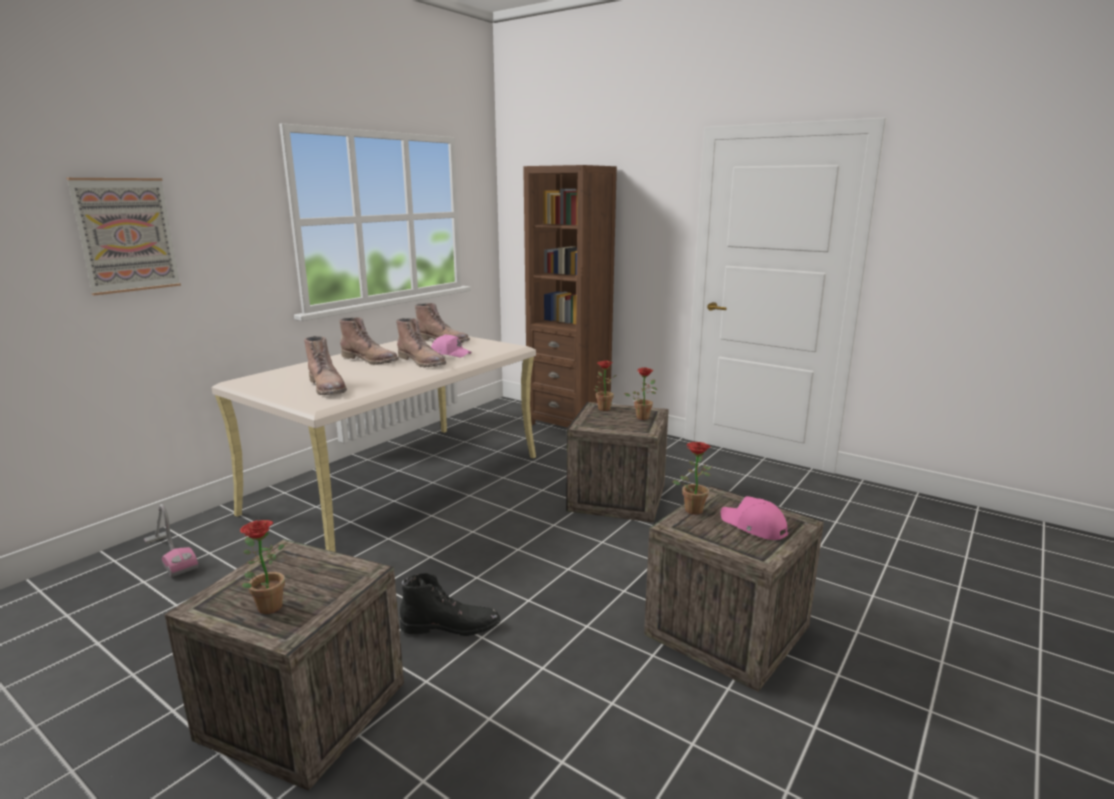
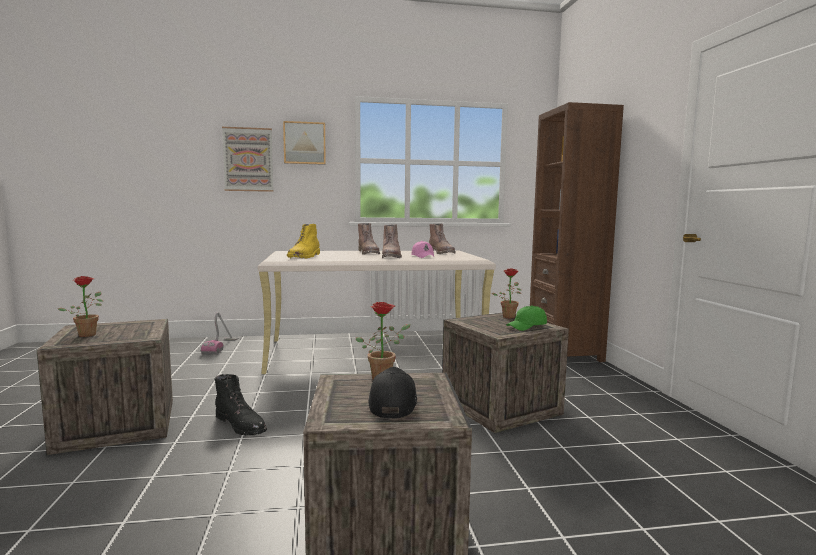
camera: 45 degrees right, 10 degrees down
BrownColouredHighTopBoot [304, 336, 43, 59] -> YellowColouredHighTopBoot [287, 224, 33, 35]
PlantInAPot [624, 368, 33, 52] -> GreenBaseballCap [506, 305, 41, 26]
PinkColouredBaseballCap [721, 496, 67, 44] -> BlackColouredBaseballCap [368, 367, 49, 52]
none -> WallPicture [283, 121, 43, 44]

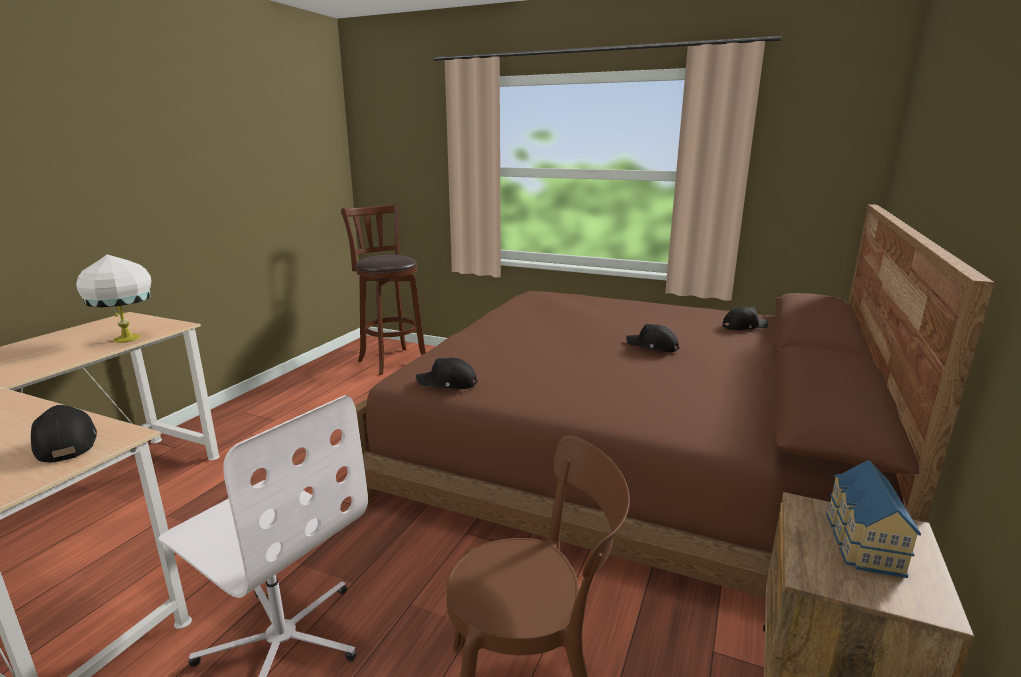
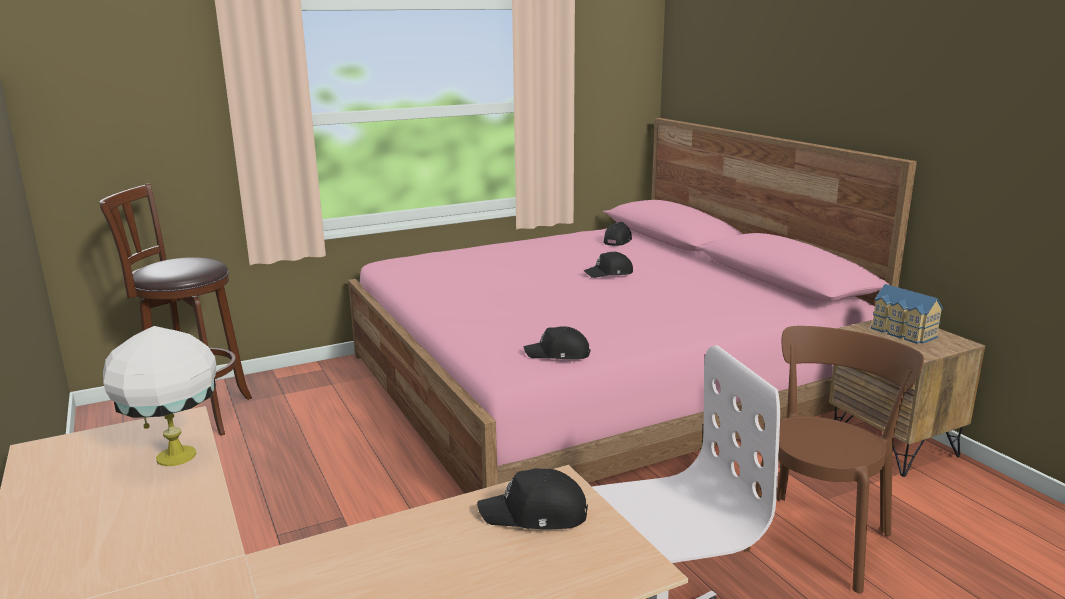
camera: 50 degrees left, 0 degrees up
BrownColouredBed [355, 204, 639, 394] -> PinkColouredBed [348, 118, 569, 376]
BlackColouredBaseballCap [416, 358, 62, 31] -> BlackColouredBaseballCap [524, 326, 66, 33], 45 degrees clockwise

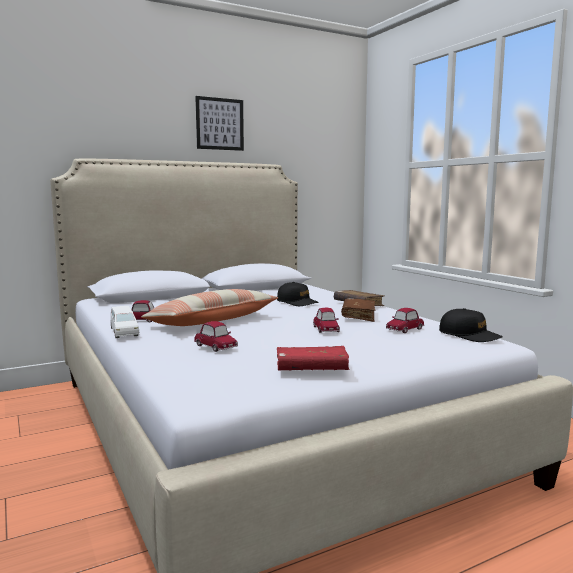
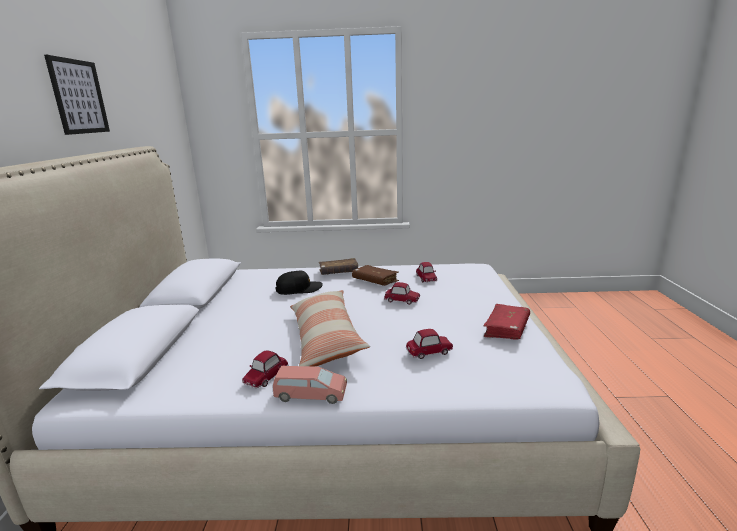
camera: 60 degrees left, 10 degrees up
WhiteColouredMiniatureCar [111, 306, 28, 32] -> PinkColouredMiniatureCar [273, 366, 74, 38]
BlackColouredBaseballCap [439, 308, 64, 34] -> none

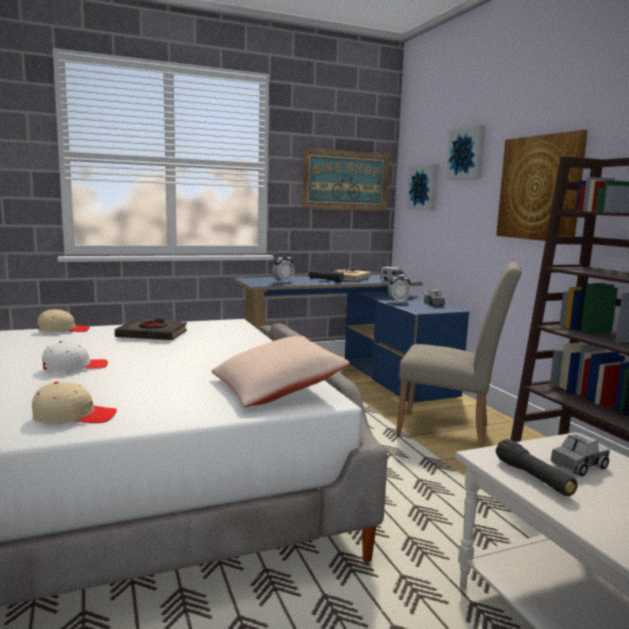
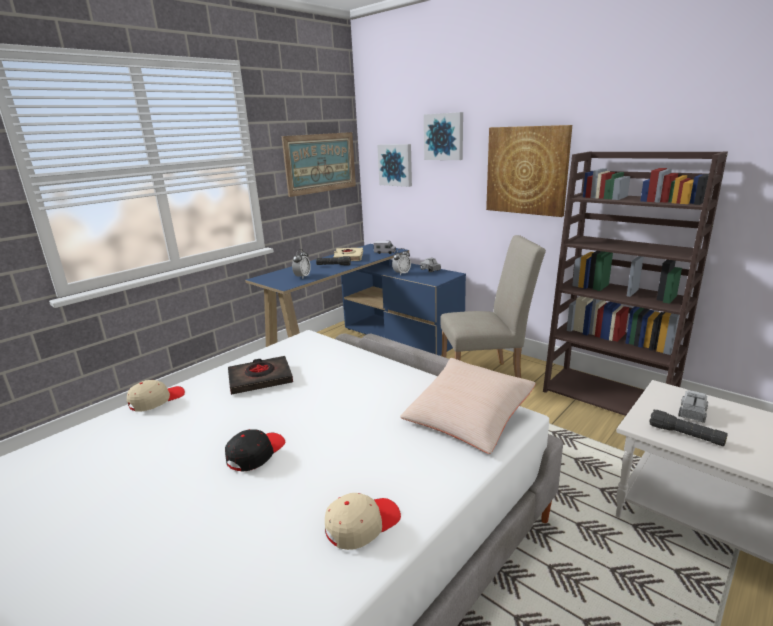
camera: 25 degrees left, 10 degrees up
WhiteColouredBaseballCap [42, 341, 66, 31] -> BlackColouredBaseballCap [225, 429, 60, 43]

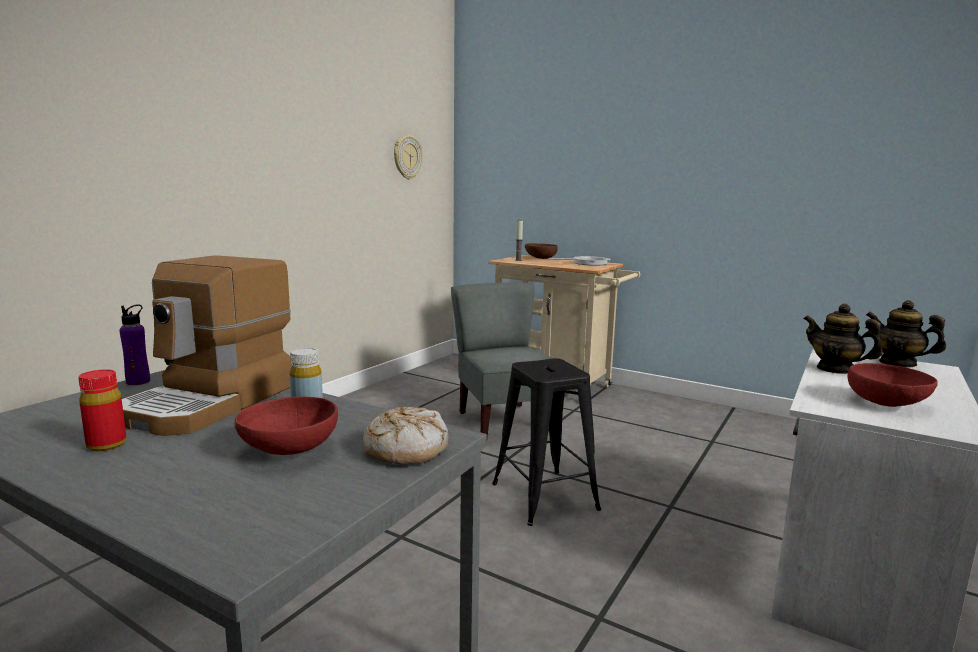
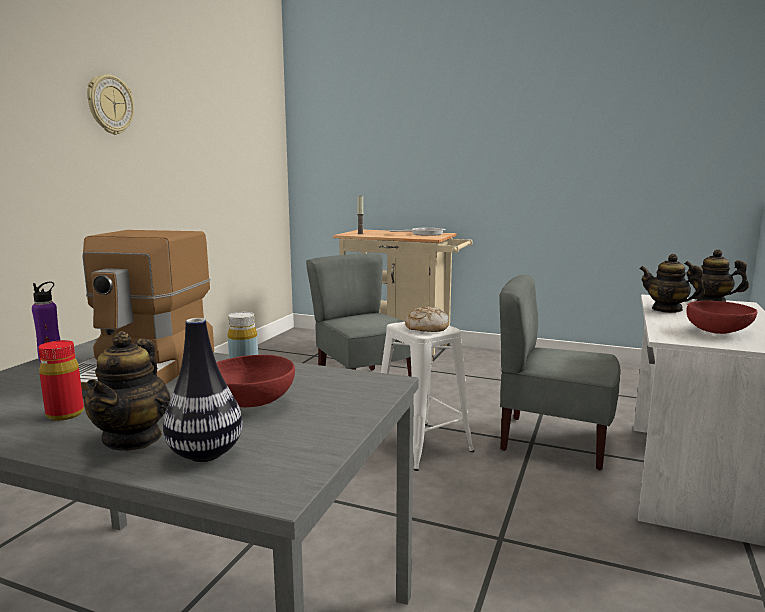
camera: 10 degrees left, 0 degrees up
BakedBread [363, 407, 86, 58] -> BakedBread [405, 307, 44, 25], relocated
WallClock [394, 135, 29, 45] -> WallClock [87, 74, 47, 61], relocated
BlackColouredStoolSeat [492, 358, 109, 168] -> WhiteColouredStoolSeat [381, 322, 93, 149]
BrownColouredDeepDish [525, 243, 33, 16] -> none
none -> Teapot [84, 331, 86, 120]
none -> FlowerVase [163, 318, 80, 144]
none -> GreyishUprightChair [500, 275, 121, 195]

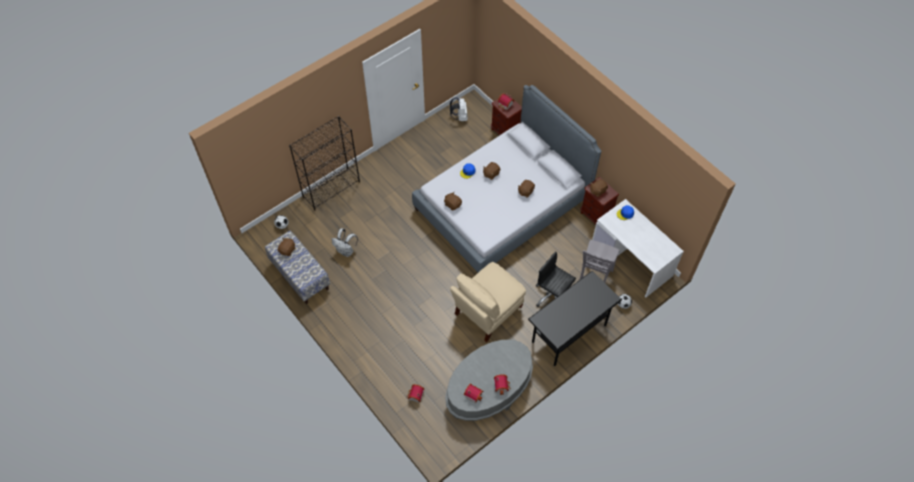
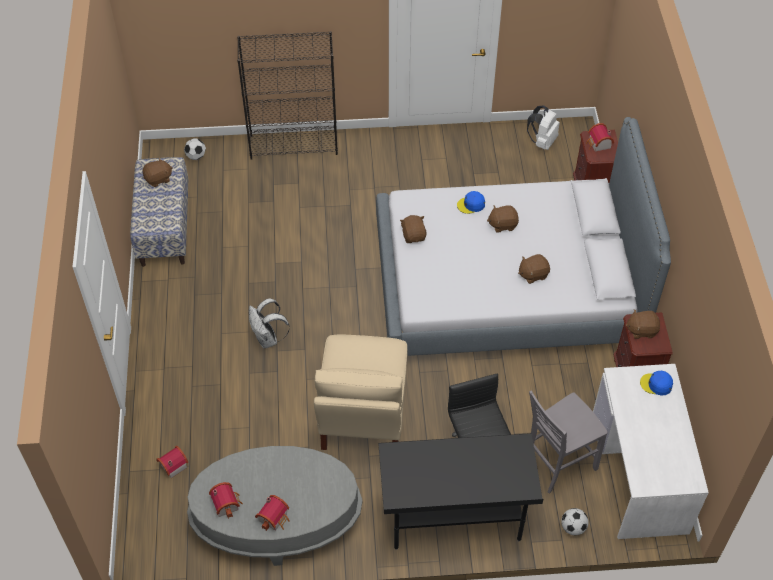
camera: 35 degrees right, 5 degrees down
WhiteColouredBackpack [332, 228, 26, 29] -> WhiteColouredBackpack [249, 298, 41, 50], relocated
BeigeColouredUprightChair [450, 262, 76, 80] -> BeigeColouredUprightChair [314, 335, 93, 115], 75 degrees counterclockwise

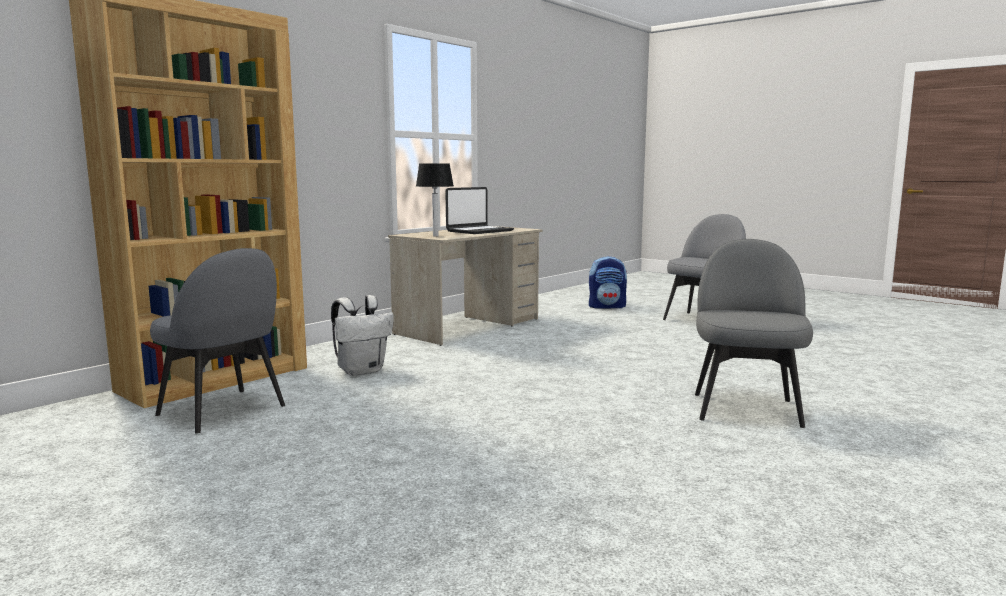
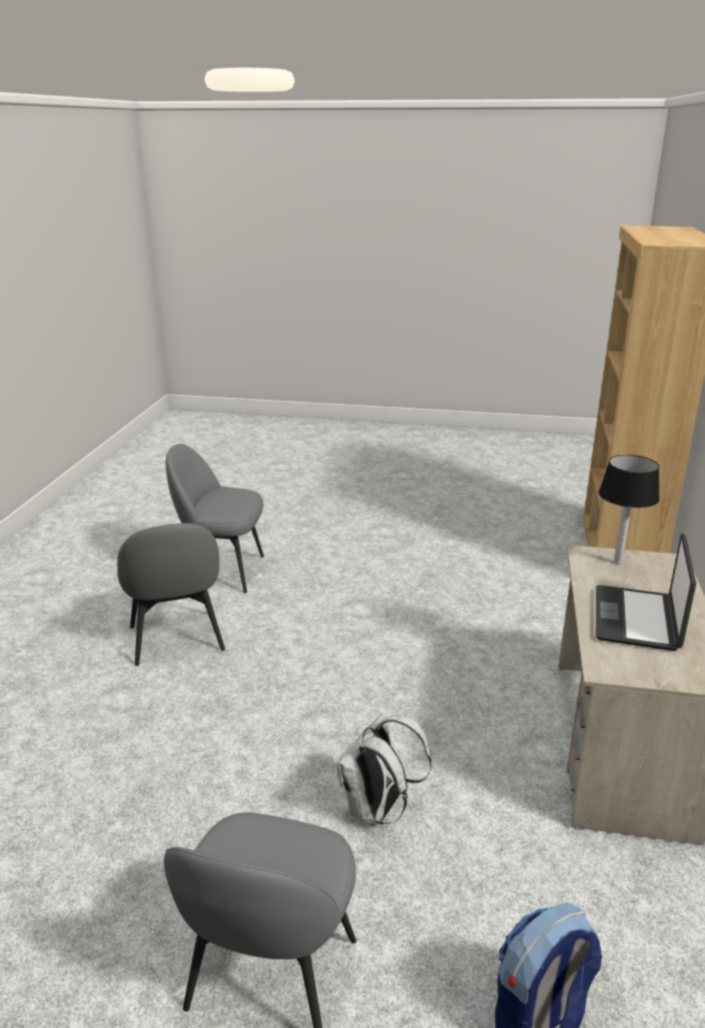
camera: 150 degrees right, 15 degrees up
GreyishUprightChair [150, 248, 135, 186] -> GreyishUprightChair [166, 444, 98, 149], relocated
WhiteColouredBackpack [331, 295, 63, 81] -> WhiteColouredBackpack [337, 713, 94, 113], relocated

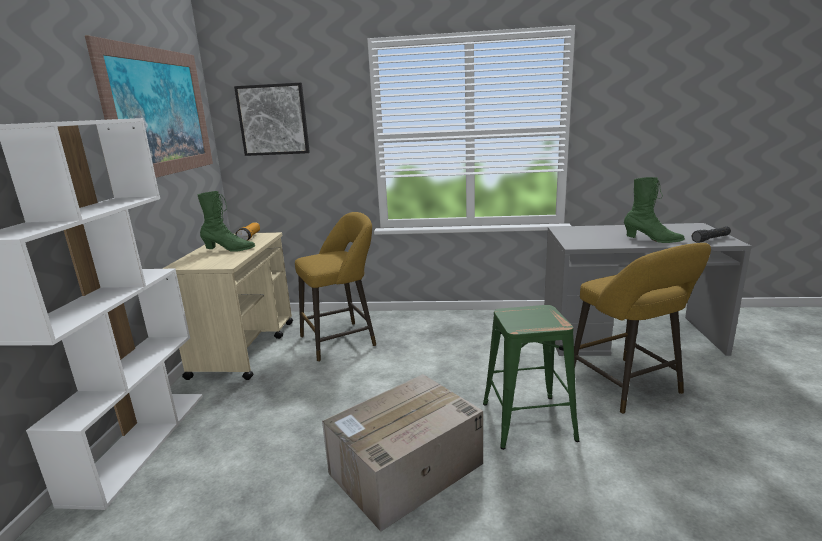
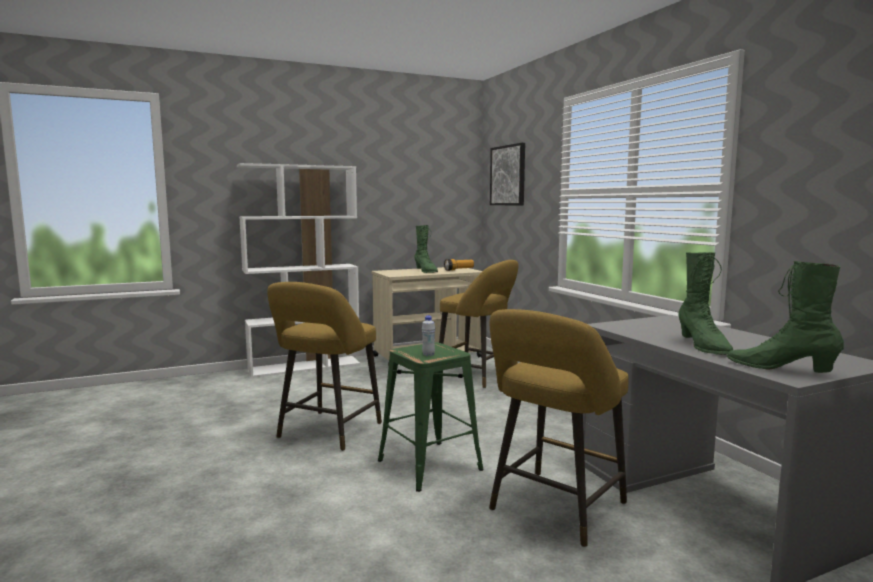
camera: 60 degrees right, 10 degrees down
WallPicture [85, 35, 128, 143] -> none
Carton [322, 374, 161, 158] -> YellowColouredStoolSeat [267, 282, 115, 169]
BlackColouredTorch [691, 226, 40, 17] -> GreenHighTopBoot [727, 261, 117, 112]
none -> WhiteColouredBottle [422, 315, 13, 41]

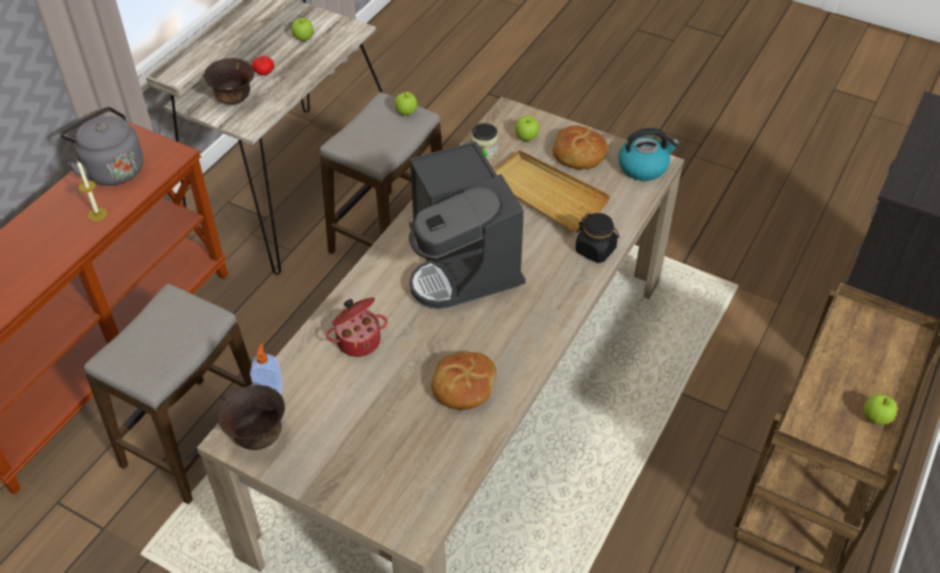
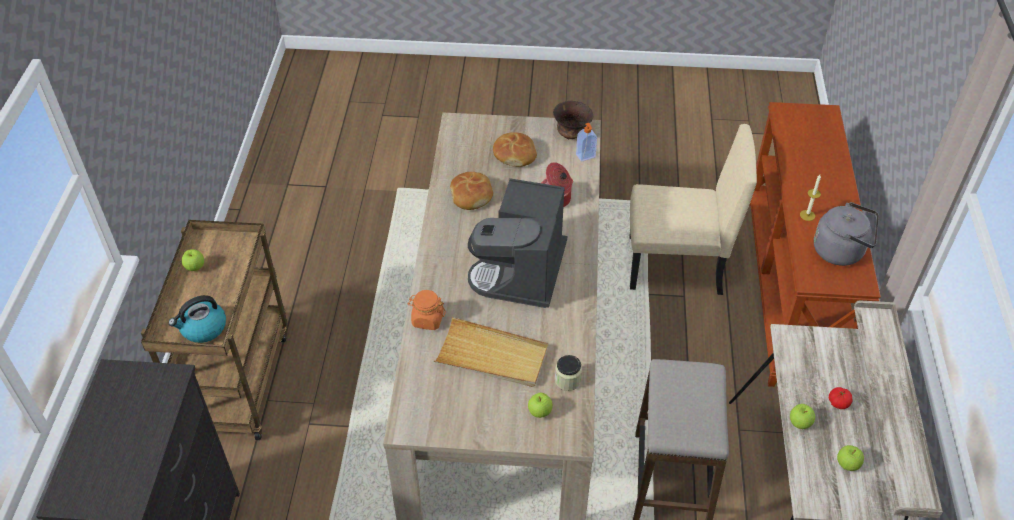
camera: 155 degrees right, 0 degrees up
StoolSeat [84, 284, 168, 220] -> BeigeColouredUprightChair [630, 124, 127, 171]
BrownColouredDeepDish [204, 58, 50, 46] -> none
Apple [394, 92, 23, 23] -> Apple [790, 404, 25, 25], relocated
CoffeeMaker [409, 141, 116, 168] -> CoffeeMaker [468, 178, 99, 130], 120 degrees counterclockwise
BakedBread [552, 125, 56, 44] -> BakedBread [493, 132, 44, 35], relocated
BlackColouredPreserveJar [575, 213, 45, 50] -> OrangePreserveJar [408, 290, 38, 40]
TeaKettle [618, 128, 61, 53] -> TeaKettle [169, 295, 57, 48], relocated

